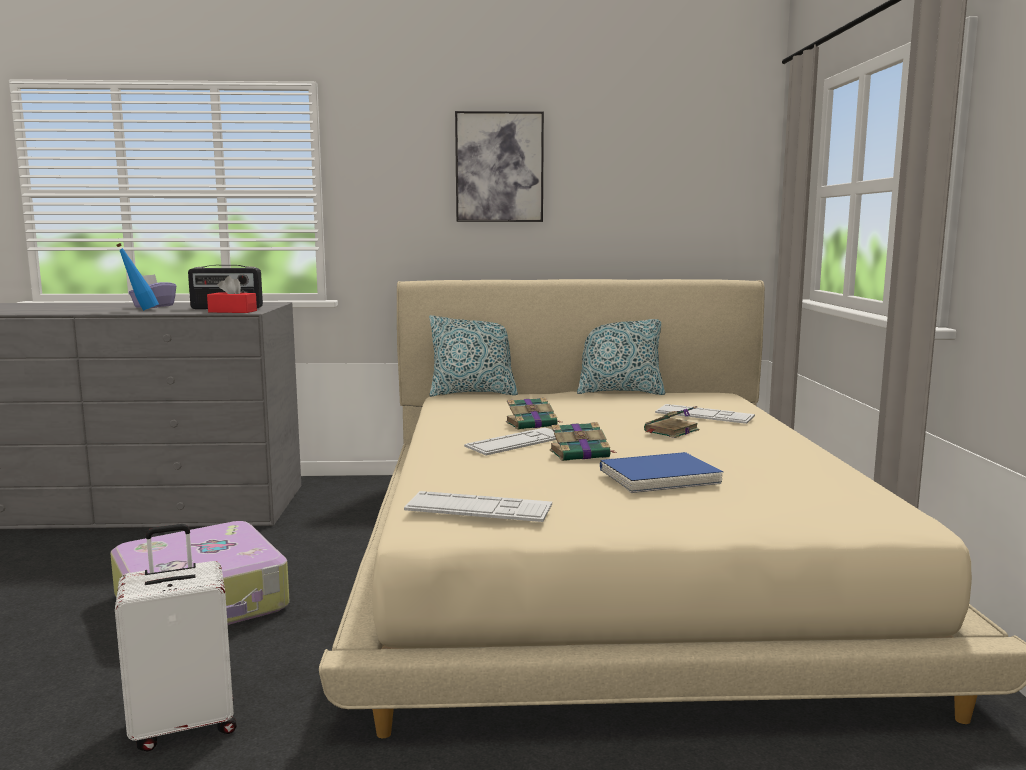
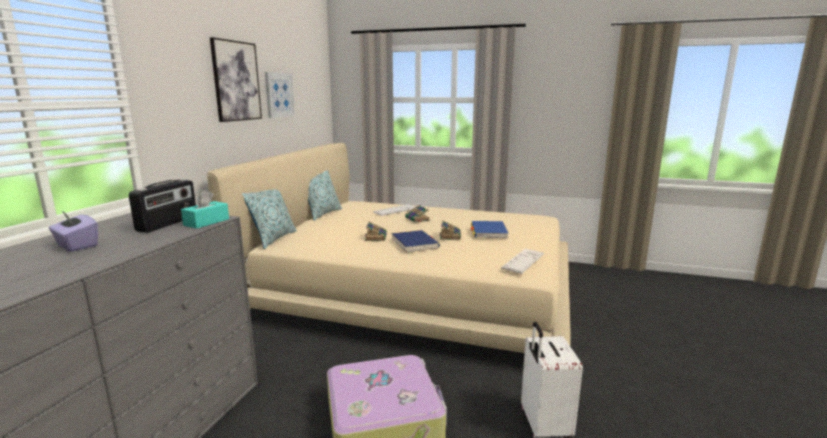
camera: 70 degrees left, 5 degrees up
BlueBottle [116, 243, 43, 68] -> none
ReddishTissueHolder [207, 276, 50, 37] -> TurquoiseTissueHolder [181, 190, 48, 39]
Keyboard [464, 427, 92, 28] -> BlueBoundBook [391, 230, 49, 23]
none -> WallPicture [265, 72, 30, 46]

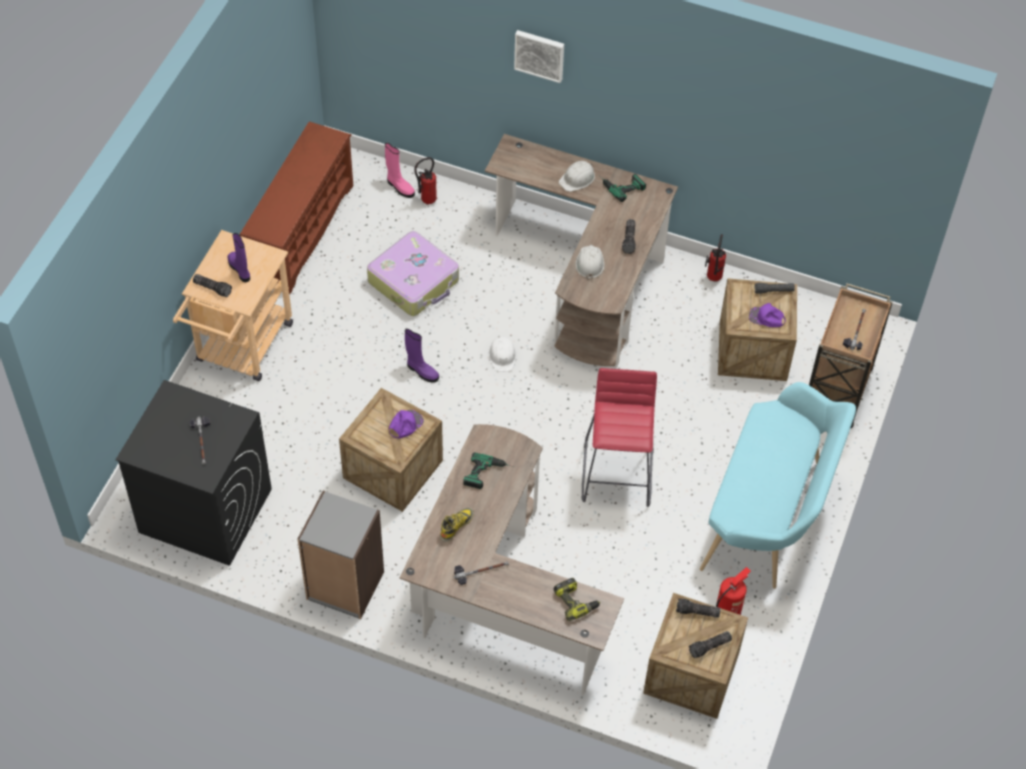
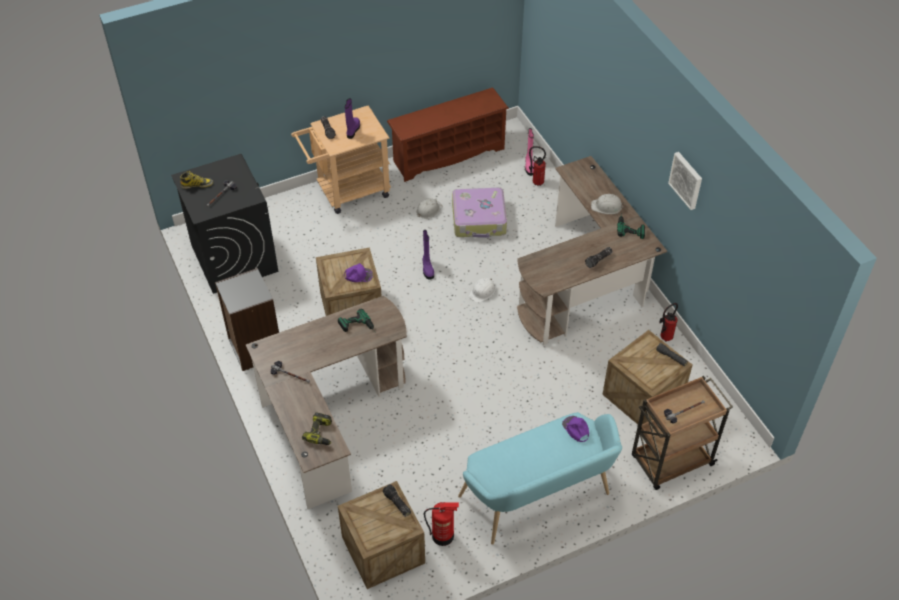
camera: 45 degrees right, 5 degrees down
HighTopBoot [440, 508, 34, 34] -> HighTopBoot [180, 171, 33, 18], relocated
WallPicture [514, 30, 50, 53] -> WallPicture [668, 152, 34, 58], relocated
WhiteColouredSafetyHelmet [576, 245, 28, 35] -> WhiteColouredSafetyHelmet [416, 198, 27, 21], relocated
ReddishStoolSeat [582, 368, 75, 139] -> none
Torch [689, 631, 43, 27] -> none
PurplishBaseballCap [749, 303, 37, 24] -> PurplishBaseballCap [562, 416, 27, 26], relocated

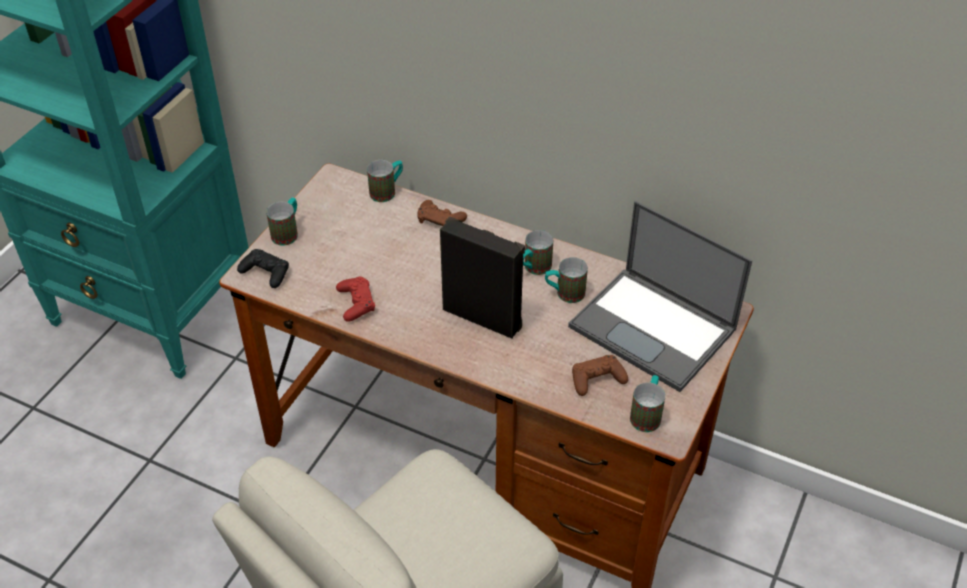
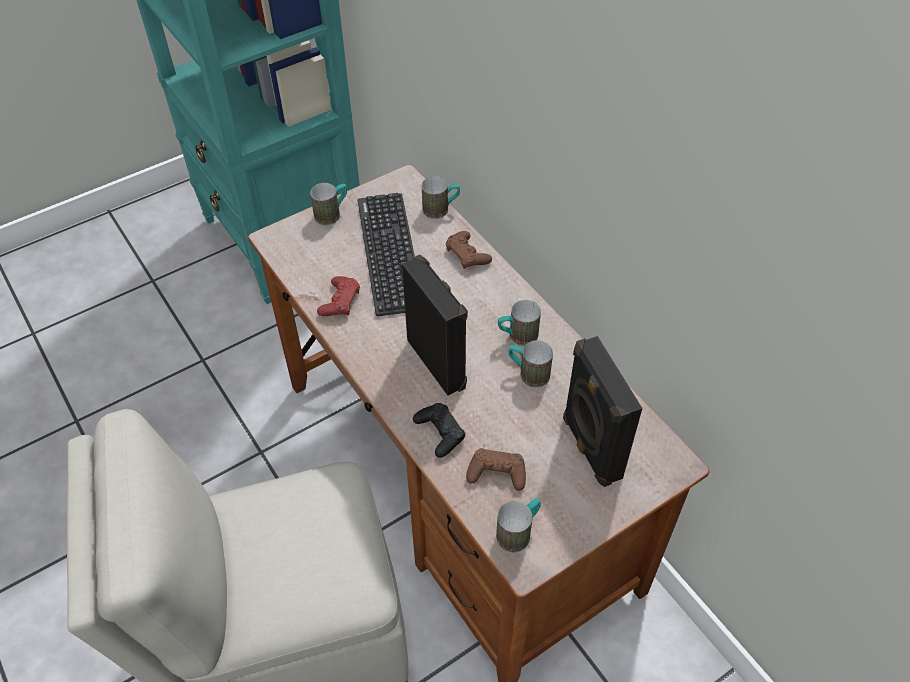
camera: 30 degrees right, 5 degrees up
BlackColouredGamepad [237, 249, 52, 39] -> BlackColouredGamepad [413, 403, 52, 55], relocated
Laptop [568, 201, 184, 191] -> BlackColouredSpeaker [563, 336, 79, 151]
none -> Keyboard [358, 193, 57, 123]

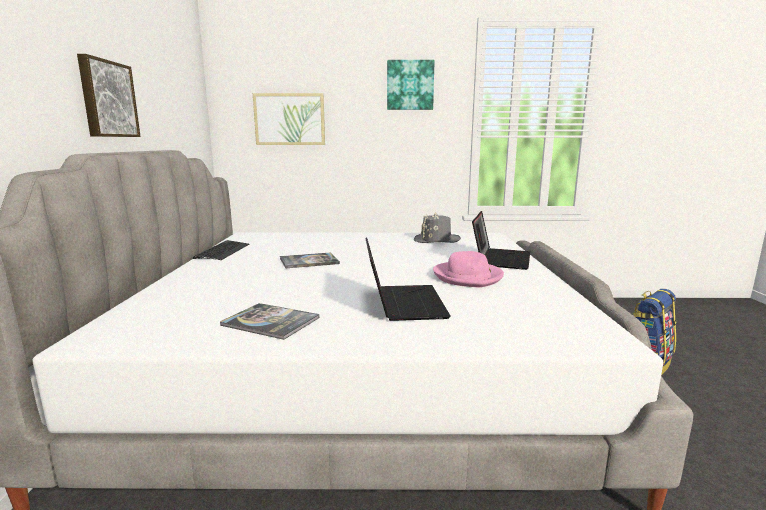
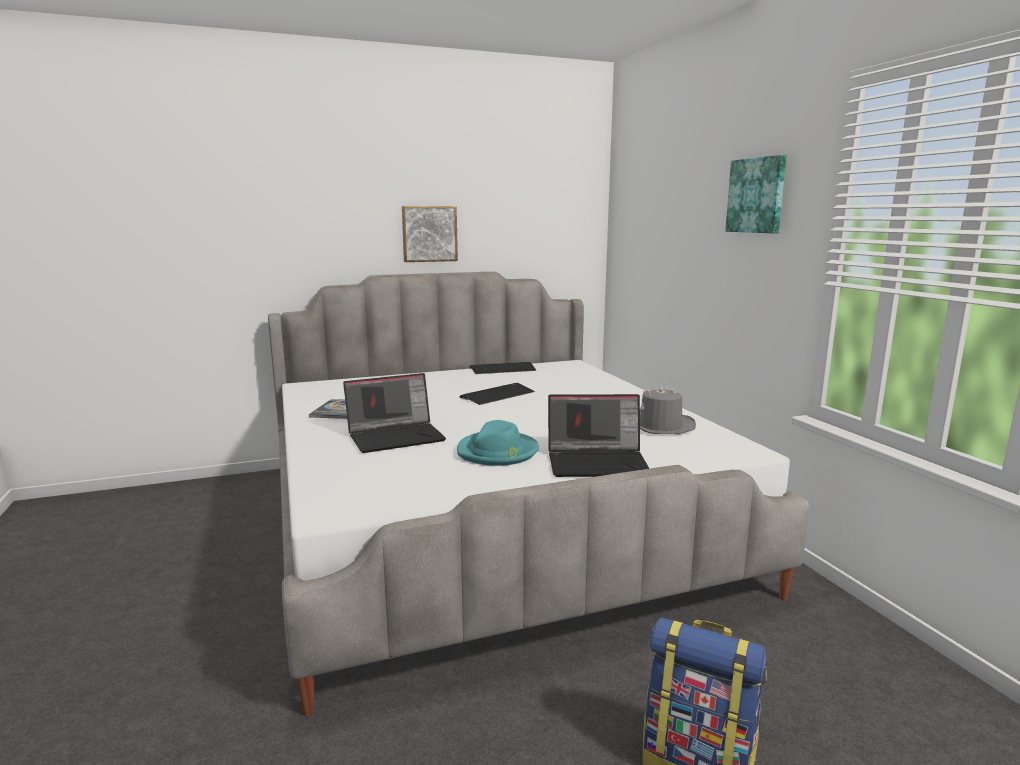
camera: 70 degrees right, 0 degrees up
WallPicture [253, 93, 72, 52] -> none
BoundBook [280, 253, 60, 15] -> Keyboard [459, 383, 76, 22]
PinkColouredWearableHat [433, 251, 71, 37] -> TurquoiseWearableHat [457, 420, 82, 46]

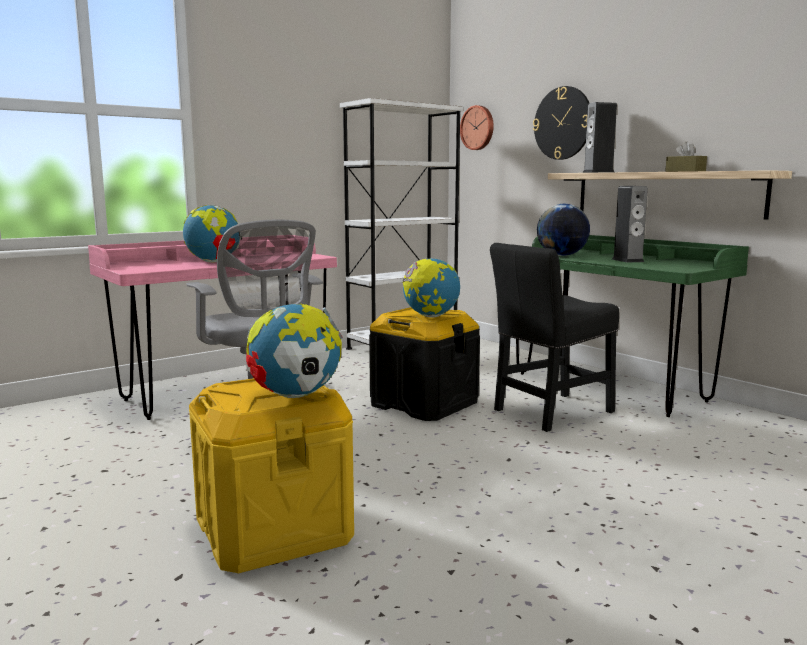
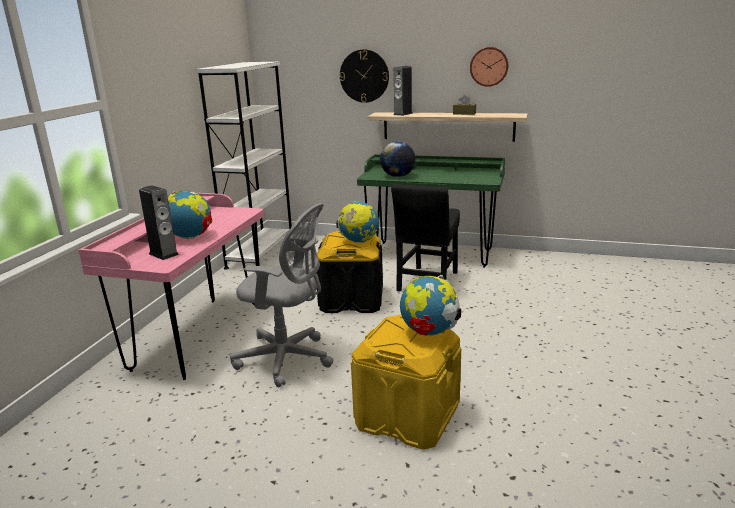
camera: 35 degrees left, 10 degrees up
WallClock [460, 105, 34, 45] -> WallClock [470, 47, 38, 40], relocated
Speaker [612, 186, 36, 77] -> Speaker [139, 185, 40, 75], relocated

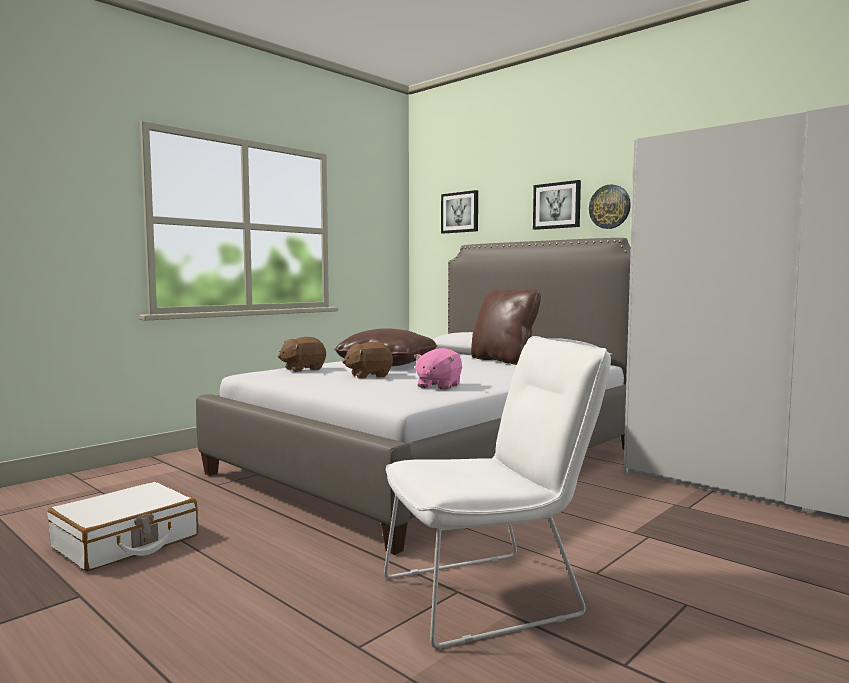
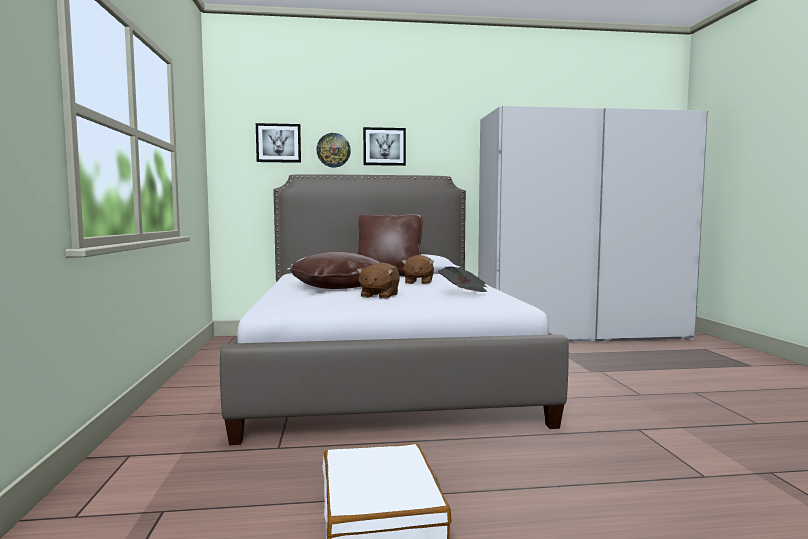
camera: 50 degrees left, 0 degrees up
BrownColouredPlushToy [278, 337, 48, 35] -> BrownColouredPlushToy [402, 255, 32, 29], relocated
WhiteColouredUprightChair [384, 336, 227, 312] -> none
PinkColouredPlushToy [413, 348, 49, 42] -> DailyPaper [438, 267, 49, 25]
WallClock [589, 185, 42, 44] -> WallClock [316, 133, 35, 34], relocated

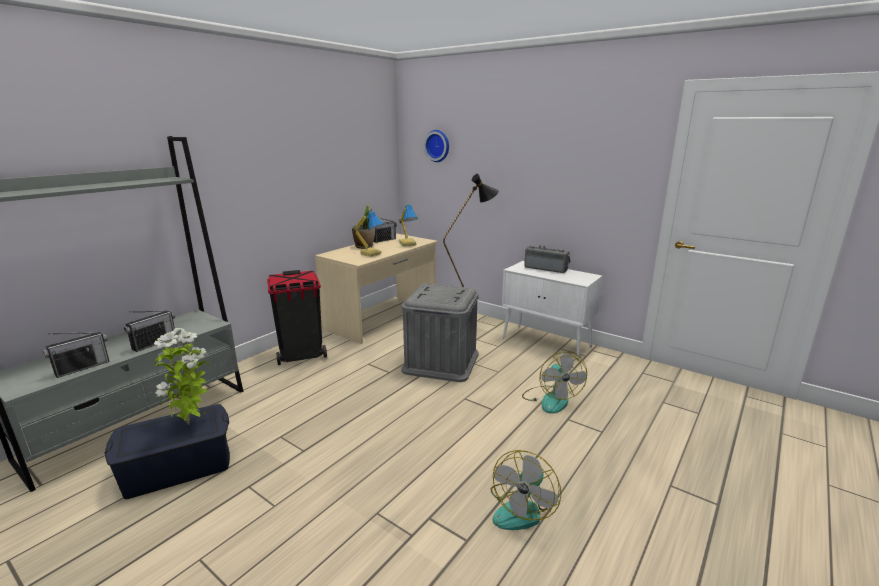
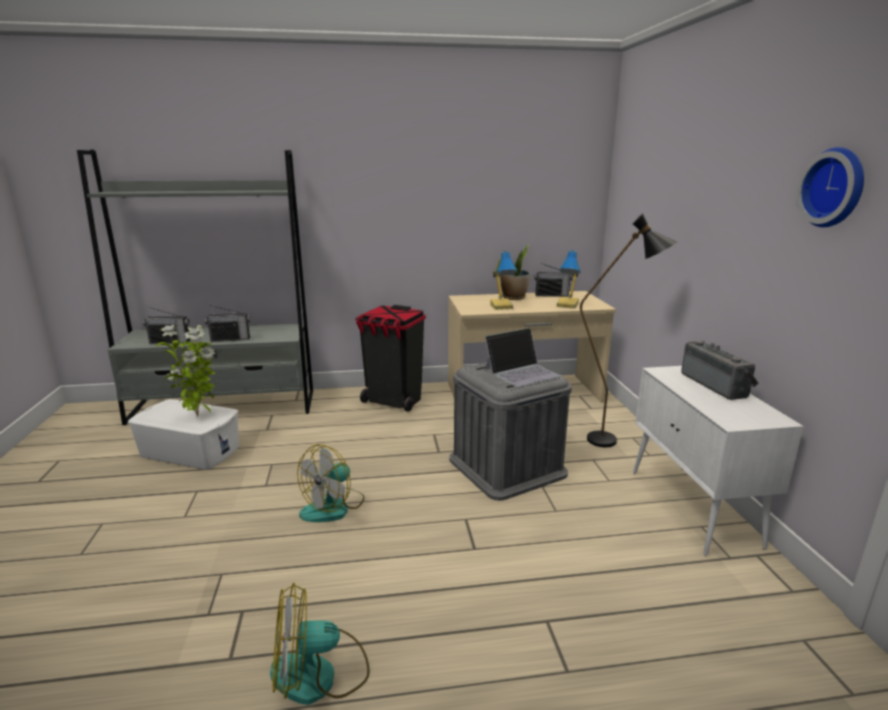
camera: 45 degrees right, 0 degrees up
BlueStorageContainer [105, 404, 125, 95] -> WhiteColouredStorageContainer [128, 399, 111, 71]
WallClock [424, 130, 25, 32] -> WallClock [796, 147, 68, 80], relocated
CoolingFan [522, 352, 65, 61] -> CoolingFan [297, 444, 68, 78], relocated
none -> Laptop [485, 328, 77, 59]

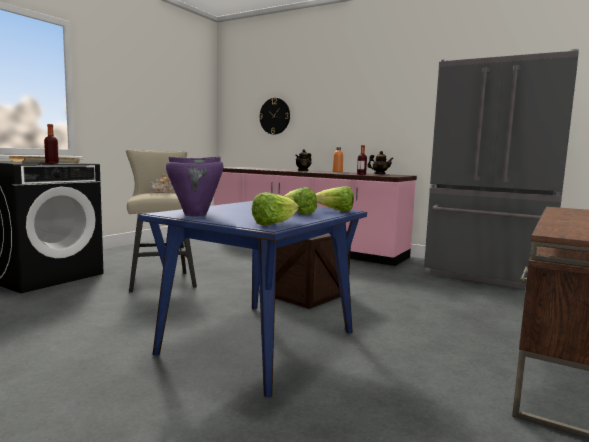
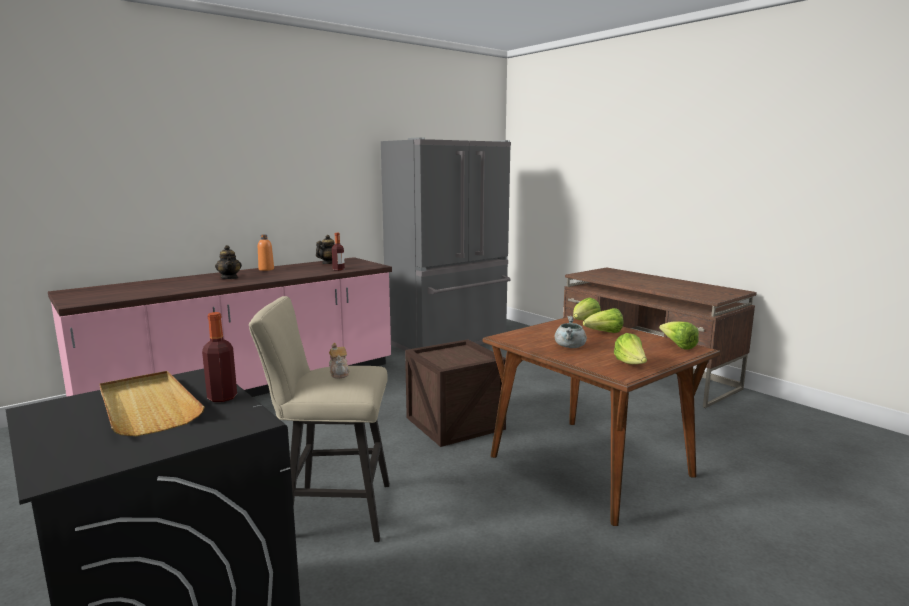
camera: 70 degrees left, 5 degrees up
BlueDinnerTable [138, 201, 229, 196] -> BrownColouredDinnerTable [483, 317, 237, 209]
PurplishCookingPot [166, 156, 57, 60] -> LettuceHead [614, 333, 33, 31]
WallClock [259, 98, 31, 37] -> none
none -> GreyishCookingPot [555, 316, 32, 32]

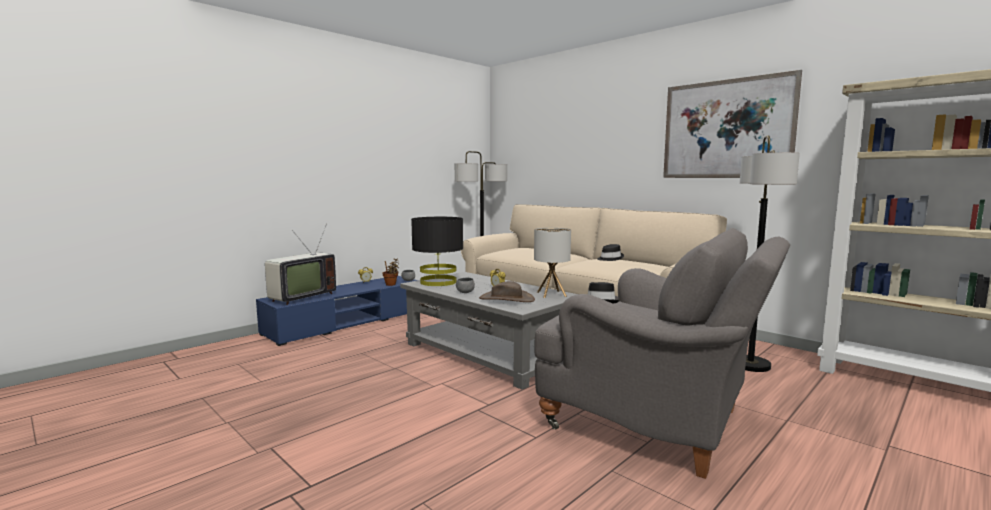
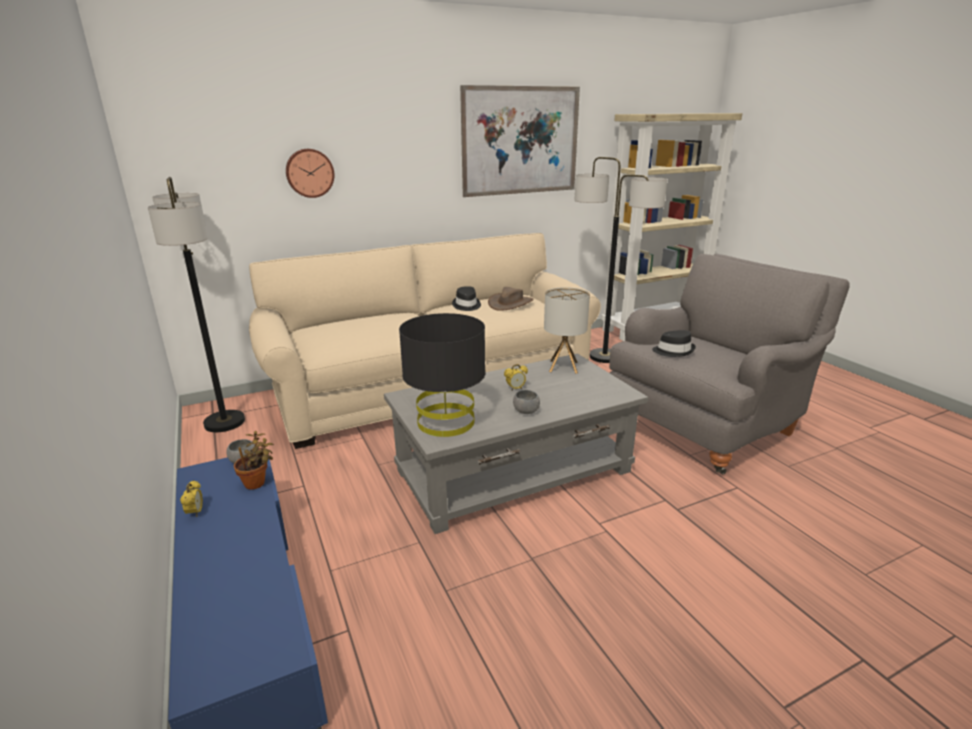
camera: 70 degrees left, 15 degrees up
Television [265, 224, 71, 81] -> none
BrownColouredWearableHat [479, 281, 56, 21] -> BrownColouredWearableHat [488, 287, 46, 24], relocated
none -> WallClock [286, 149, 48, 49]

